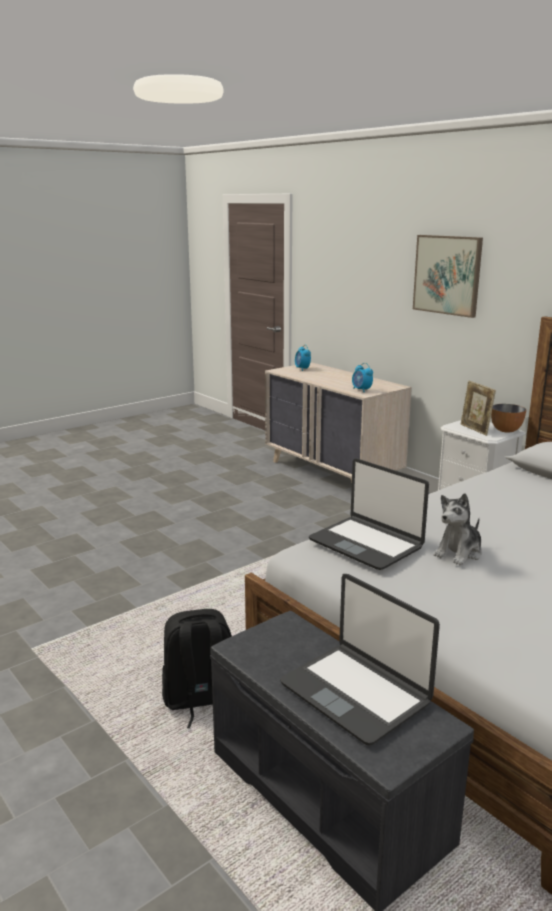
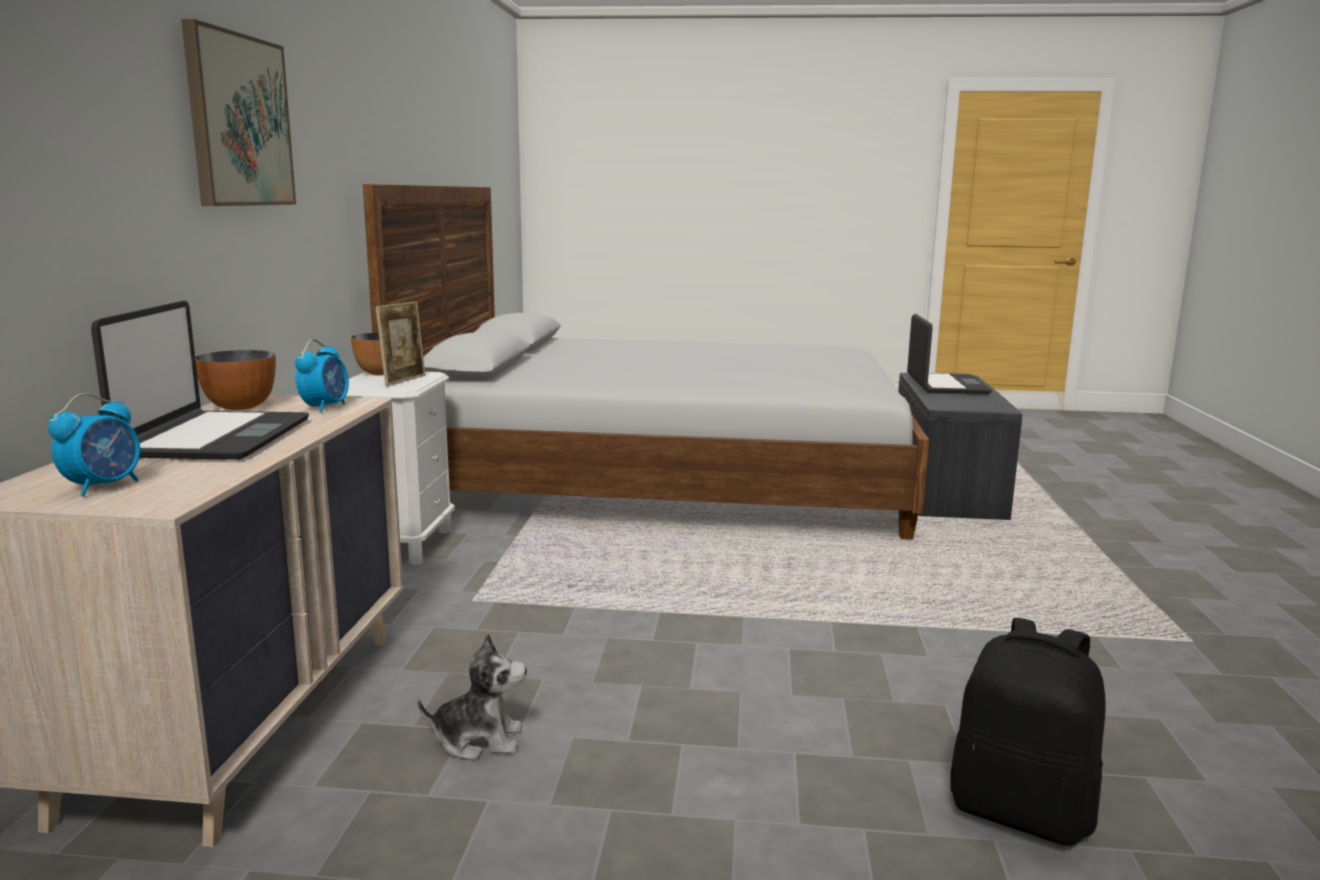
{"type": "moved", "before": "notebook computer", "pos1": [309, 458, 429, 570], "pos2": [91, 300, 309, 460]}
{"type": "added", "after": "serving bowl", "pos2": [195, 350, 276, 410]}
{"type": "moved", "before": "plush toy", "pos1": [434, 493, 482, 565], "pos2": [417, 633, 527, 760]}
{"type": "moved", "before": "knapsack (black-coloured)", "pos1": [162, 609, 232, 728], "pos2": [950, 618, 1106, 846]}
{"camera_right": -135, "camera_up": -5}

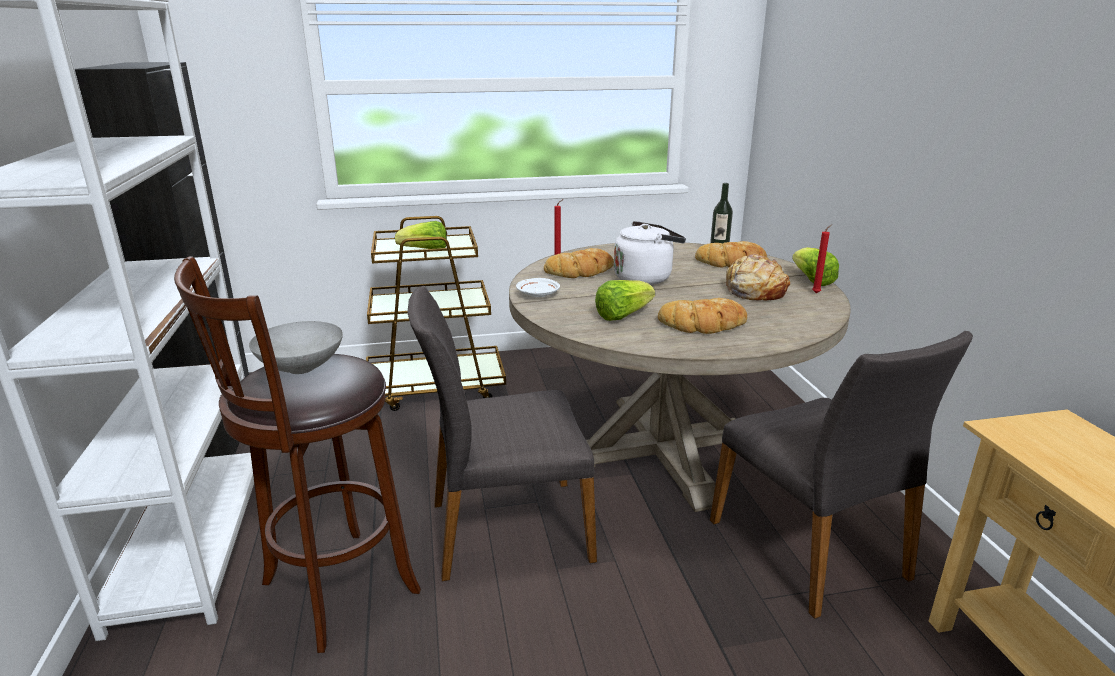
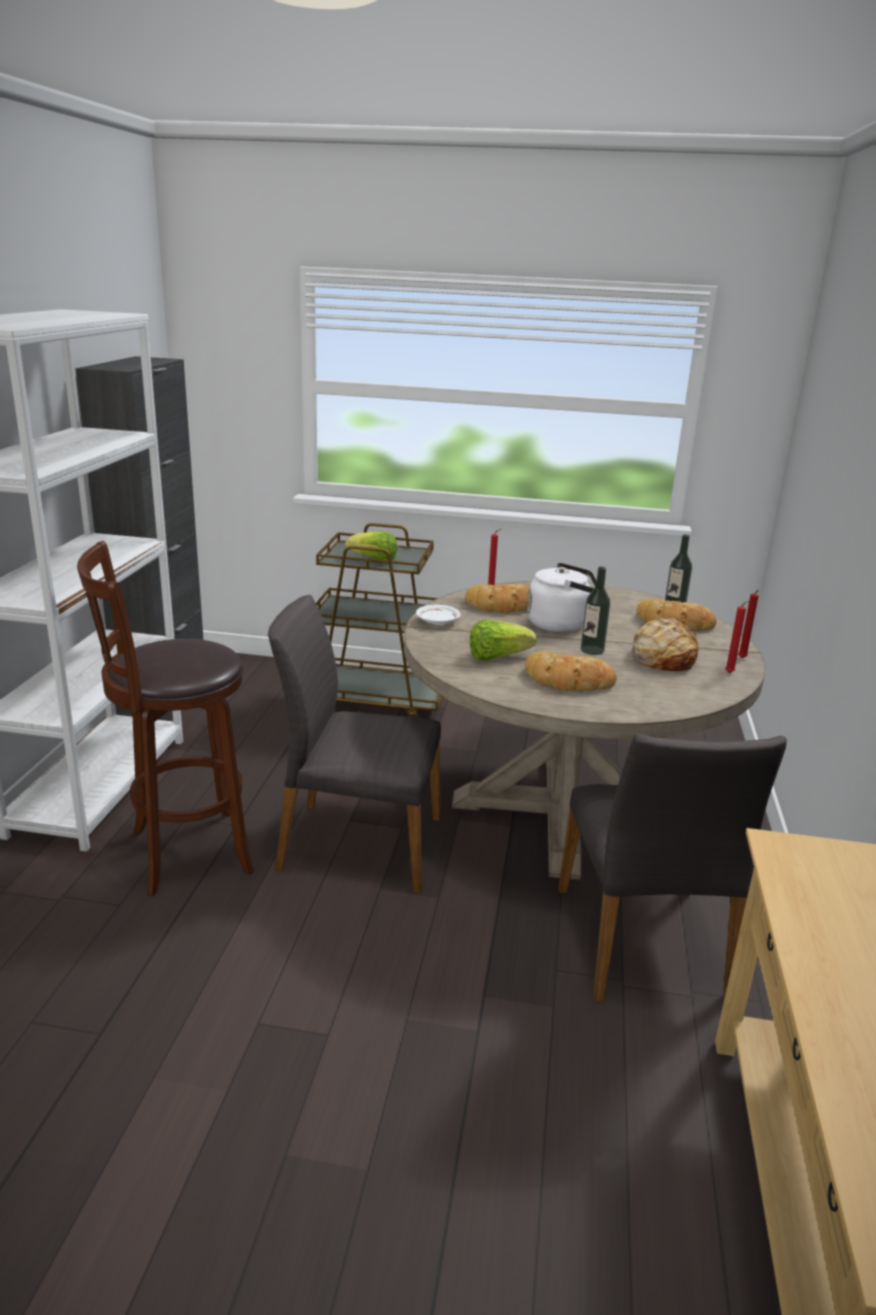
{"type": "added", "after": "drink bottle", "pos2": [581, 567, 610, 655]}
{"type": "replaced", "before": "lettuce", "after": "wax light (reddish)", "pos1": [792, 247, 839, 286], "pos2": [738, 590, 759, 658]}
{"type": "removed", "before": "serving bowl (grey)", "pos1": [249, 321, 343, 374]}
{"camera_right": 20, "camera_up": 0}

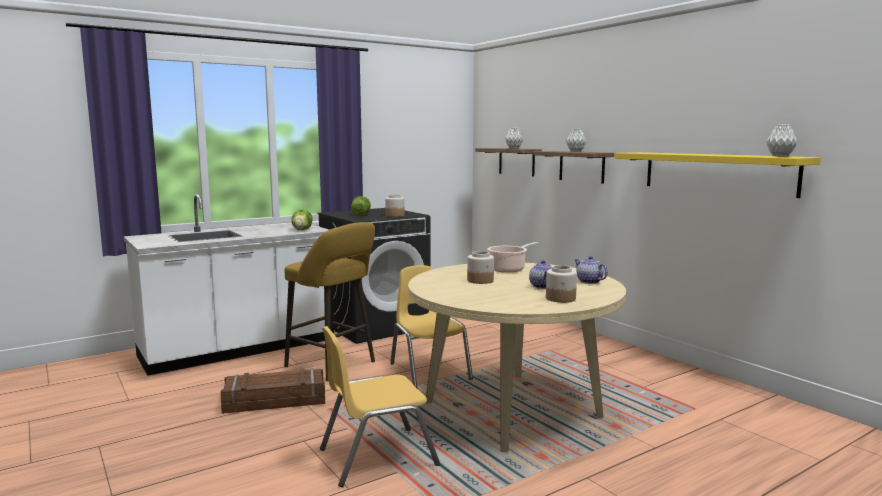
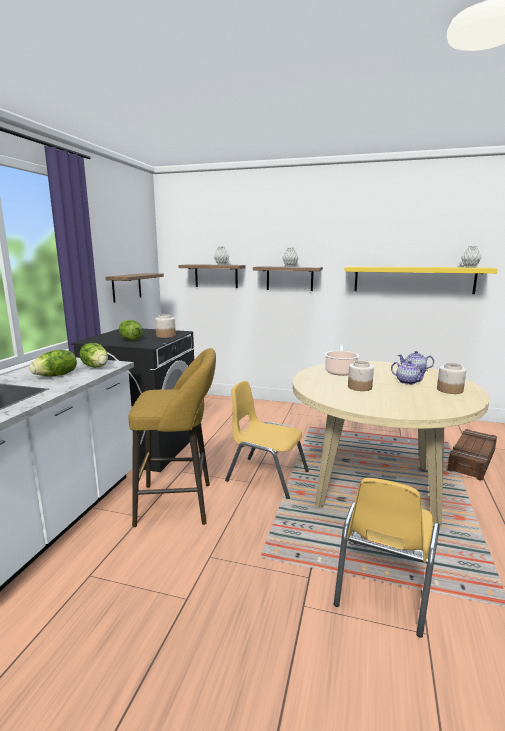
{"type": "added", "after": "lettuce", "pos2": [29, 350, 77, 377]}
{"type": "added", "after": "wall shelf", "pos2": [105, 273, 164, 303]}
{"type": "moved", "before": "packing crate", "pos1": [221, 368, 325, 414], "pos2": [447, 429, 497, 480]}
{"camera_right": -40, "camera_up": 5}

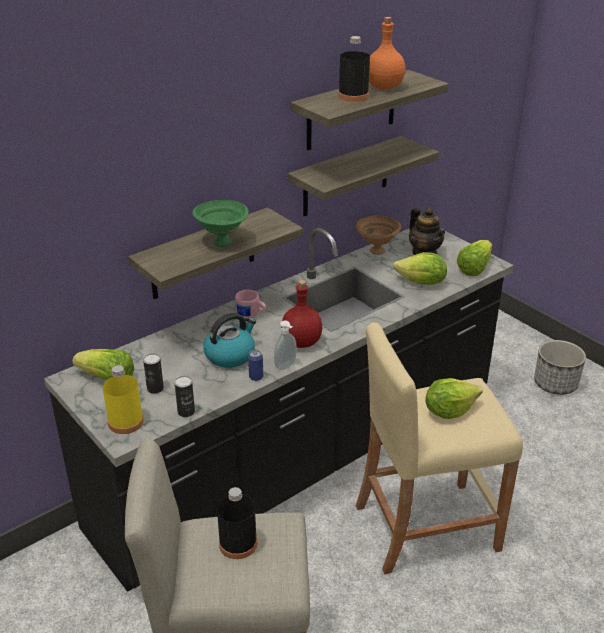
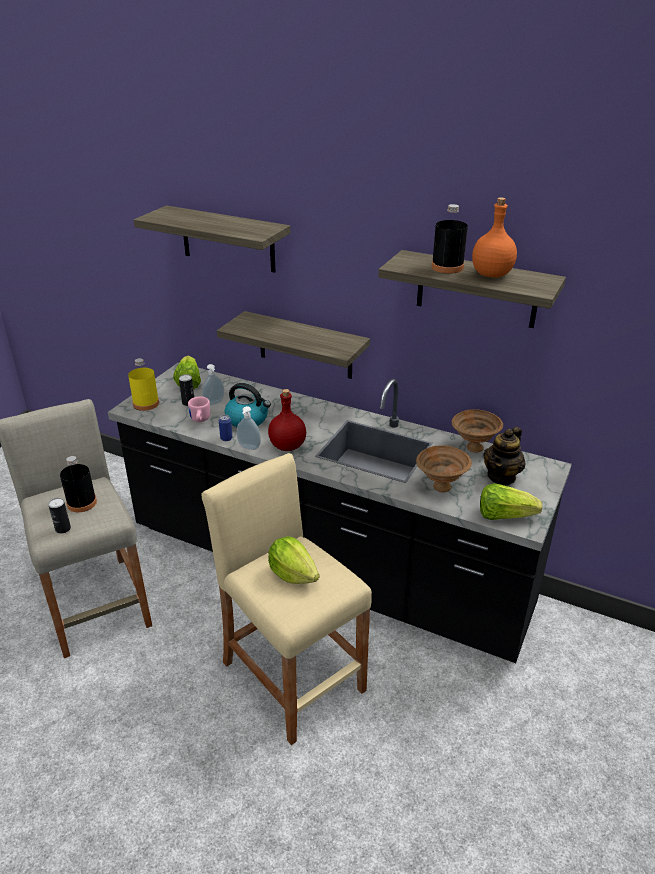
{"type": "moved", "before": "metal can", "pos1": [174, 376, 195, 417], "pos2": [48, 498, 71, 534]}
{"type": "moved", "before": "wall shelf", "pos1": [288, 136, 439, 216], "pos2": [134, 205, 290, 273]}
{"type": "moved", "before": "tea mug (pink-coloured)", "pos1": [235, 290, 266, 318], "pos2": [188, 397, 210, 422]}
{"type": "added", "after": "liquid soap bottle", "pos2": [202, 364, 224, 405]}
{"type": "replaced", "before": "lettuce", "after": "serving bowl (brownish)", "pos1": [393, 252, 447, 285], "pos2": [416, 445, 472, 492]}
{"type": "removed", "before": "serving bowl (greenish)", "pos1": [192, 200, 249, 247]}
{"type": "removed", "before": "flower pot", "pos1": [534, 340, 586, 395]}
{"camera_right": 65, "camera_up": 0}

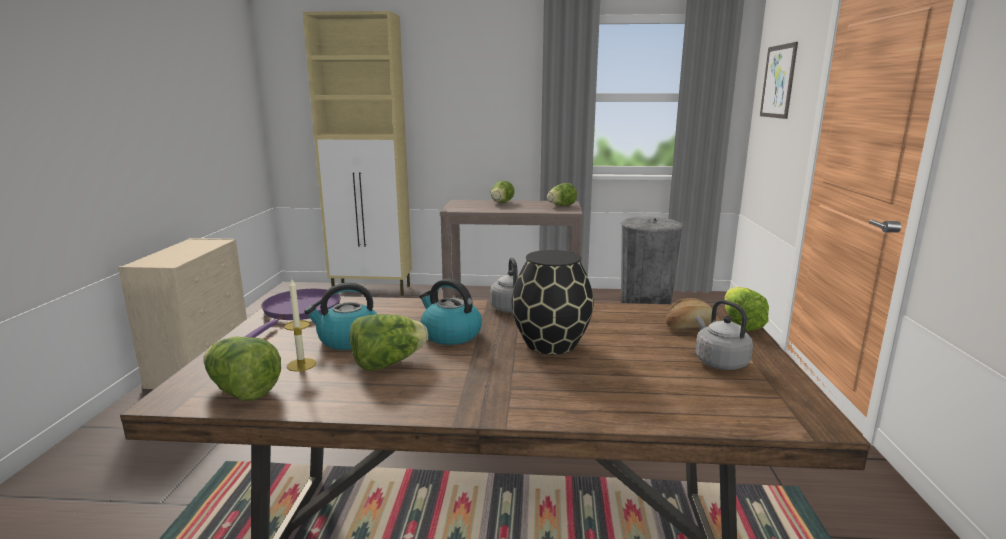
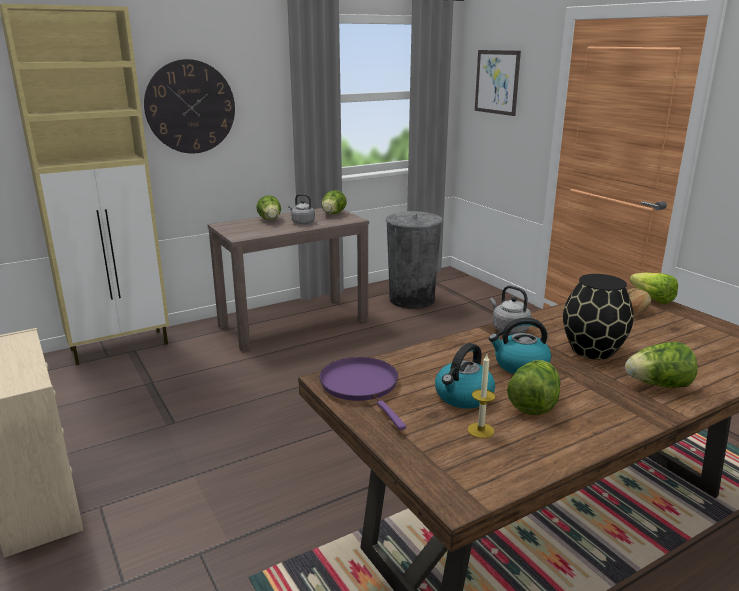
{"type": "added", "after": "hanging clock", "pos2": [144, 59, 235, 154]}
{"type": "moved", "before": "kettle (grey)", "pos1": [696, 300, 753, 370], "pos2": [288, 194, 315, 224]}
{"type": "moved", "before": "lettuce", "pos1": [203, 337, 281, 401], "pos2": [625, 342, 698, 388]}
{"camera_right": -35, "camera_up": 5}

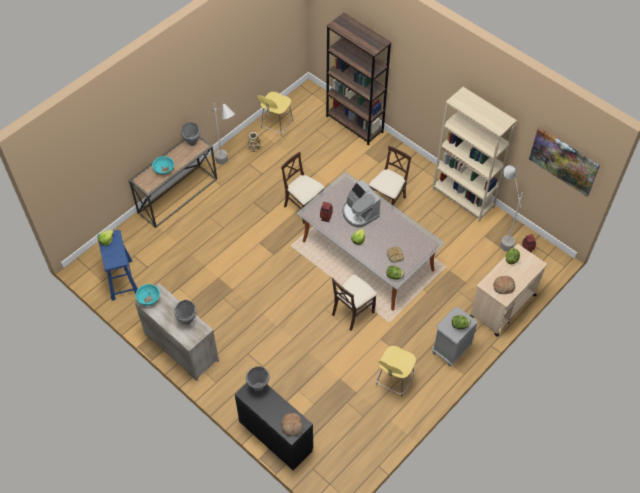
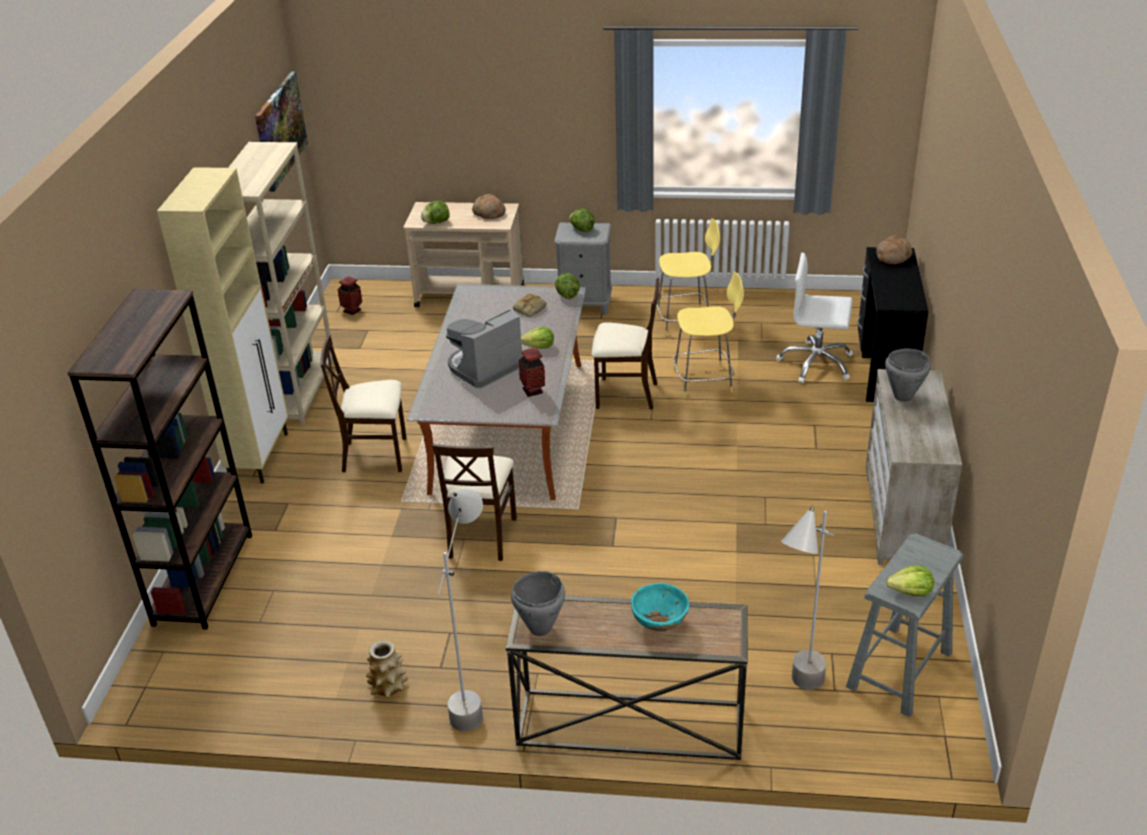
{"type": "added", "after": "storage cabinet (sand-coloured)", "pos2": [157, 167, 288, 484]}
{"type": "turned", "before": "coffee machine", "pos1": [342, 180, 381, 227], "pos2": [446, 310, 523, 388], "turn": -150}
{"type": "moved", "before": "sitting stool (yellowish)", "pos1": [257, 92, 294, 139], "pos2": [673, 272, 744, 398]}
{"type": "added", "after": "desk chair (whitish)", "pos2": [776, 253, 853, 383]}
{"type": "moved", "before": "standard lamp (grey)", "pos1": [500, 165, 524, 251], "pos2": [781, 506, 834, 690]}
{"type": "recoloured", "before": "sitting stool (blue-coloured)", "after": "sitting stool (grey)", "pos1": [97, 230, 138, 301], "pos2": [846, 533, 963, 717]}
{"type": "removed", "before": "serving bowl (turquoise)", "pos1": [136, 284, 160, 306]}
{"type": "removed", "before": "saucepot (grey)", "pos1": [246, 366, 269, 391]}
{"camera_right": -125, "camera_up": -20}

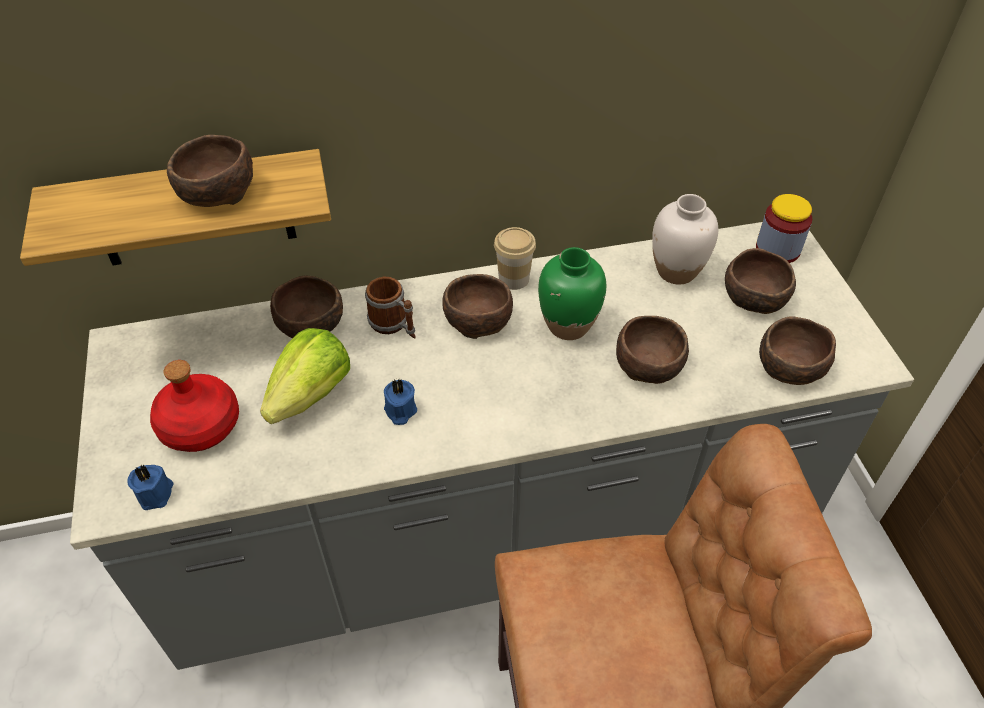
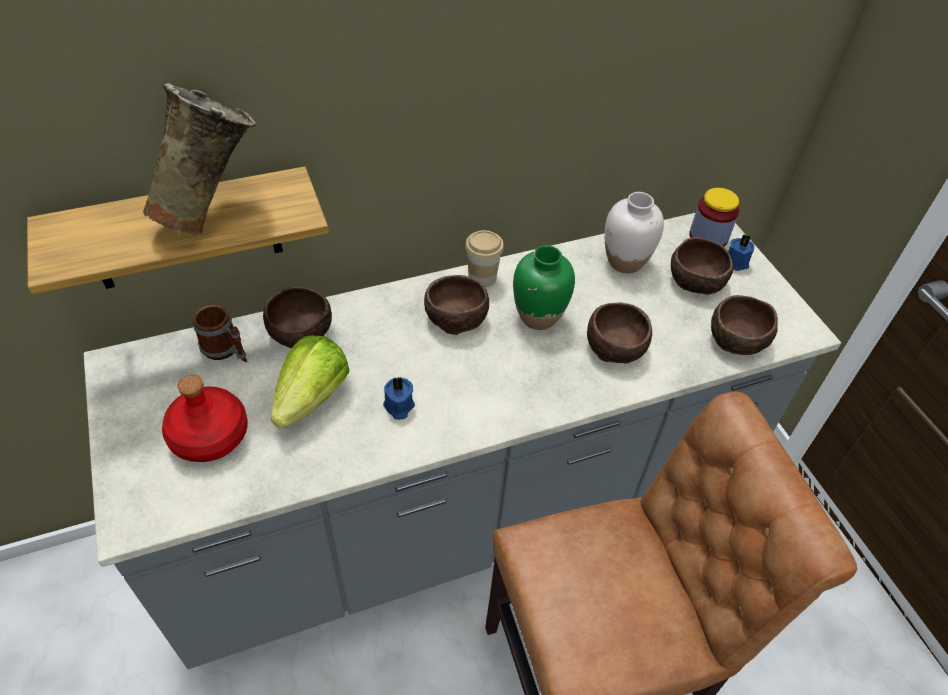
{"type": "replaced", "before": "serving bowl (brownish)", "after": "vase (sand-coloured)", "pos1": [167, 135, 253, 207], "pos2": [143, 83, 257, 235]}
{"type": "moved", "before": "tea mug", "pos1": [365, 277, 416, 338], "pos2": [192, 305, 247, 362]}
{"type": "moved", "before": "wax light (blue-coloured)", "pos1": [127, 465, 174, 510], "pos2": [728, 235, 754, 271]}
{"camera_right": -10, "camera_up": 0}

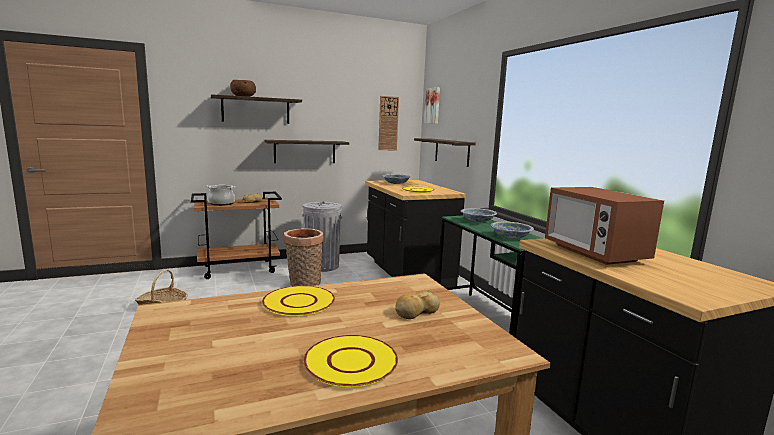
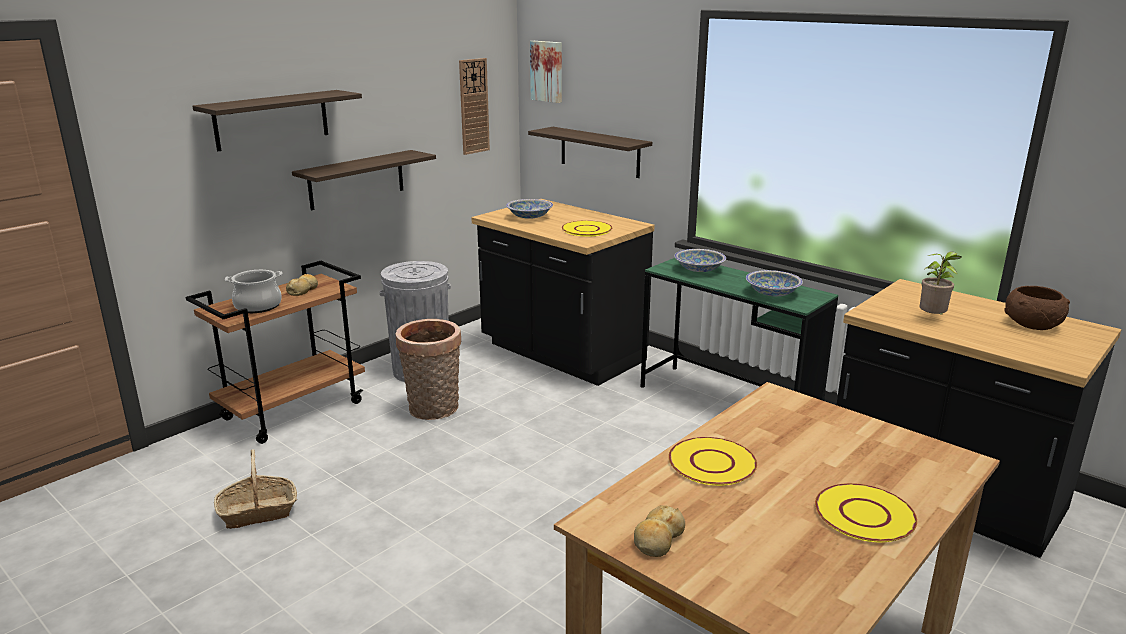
{"type": "moved", "before": "baked bread", "pos1": [395, 290, 440, 319], "pos2": [634, 505, 685, 557]}
{"type": "replaced", "before": "microwave oven", "after": "plant in a pot", "pos1": [545, 187, 664, 265], "pos2": [920, 252, 961, 315]}
{"type": "moved", "before": "serving bowl (brownish)", "pos1": [230, 80, 256, 97], "pos2": [1004, 286, 1070, 330]}
{"camera_right": -25, "camera_up": 10}

